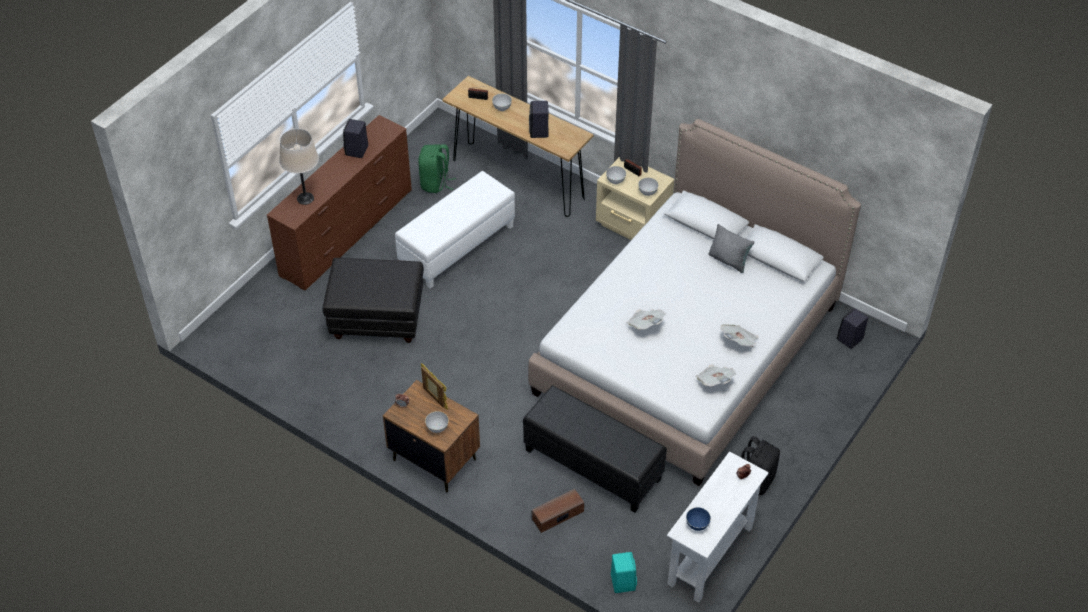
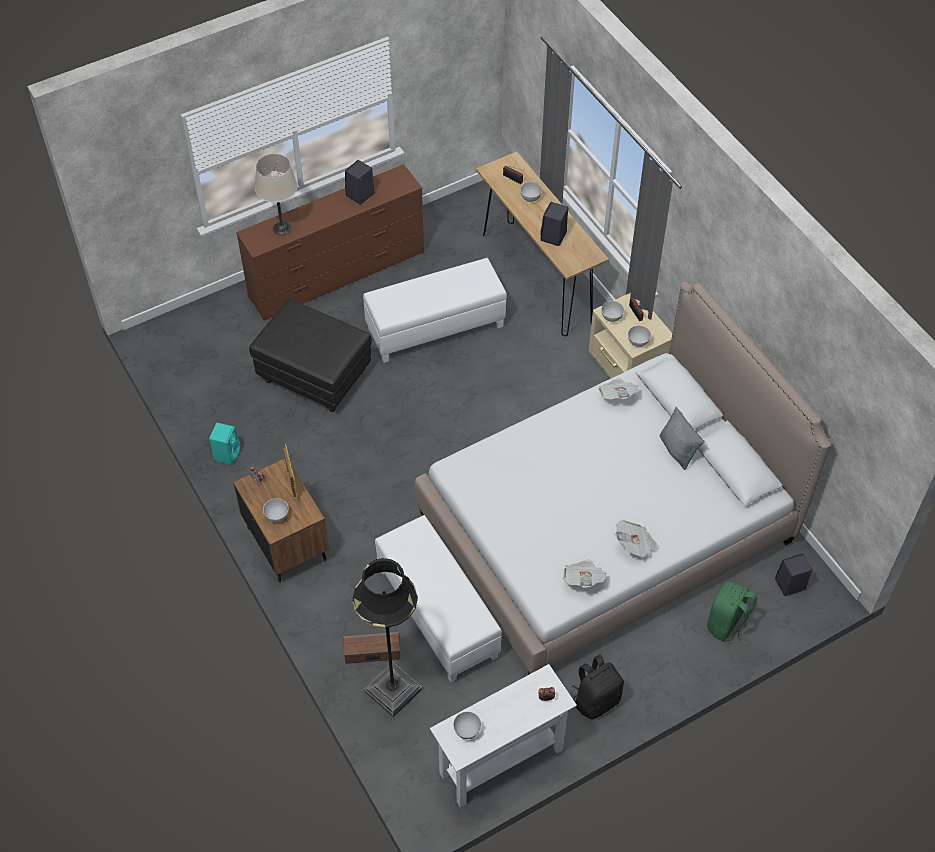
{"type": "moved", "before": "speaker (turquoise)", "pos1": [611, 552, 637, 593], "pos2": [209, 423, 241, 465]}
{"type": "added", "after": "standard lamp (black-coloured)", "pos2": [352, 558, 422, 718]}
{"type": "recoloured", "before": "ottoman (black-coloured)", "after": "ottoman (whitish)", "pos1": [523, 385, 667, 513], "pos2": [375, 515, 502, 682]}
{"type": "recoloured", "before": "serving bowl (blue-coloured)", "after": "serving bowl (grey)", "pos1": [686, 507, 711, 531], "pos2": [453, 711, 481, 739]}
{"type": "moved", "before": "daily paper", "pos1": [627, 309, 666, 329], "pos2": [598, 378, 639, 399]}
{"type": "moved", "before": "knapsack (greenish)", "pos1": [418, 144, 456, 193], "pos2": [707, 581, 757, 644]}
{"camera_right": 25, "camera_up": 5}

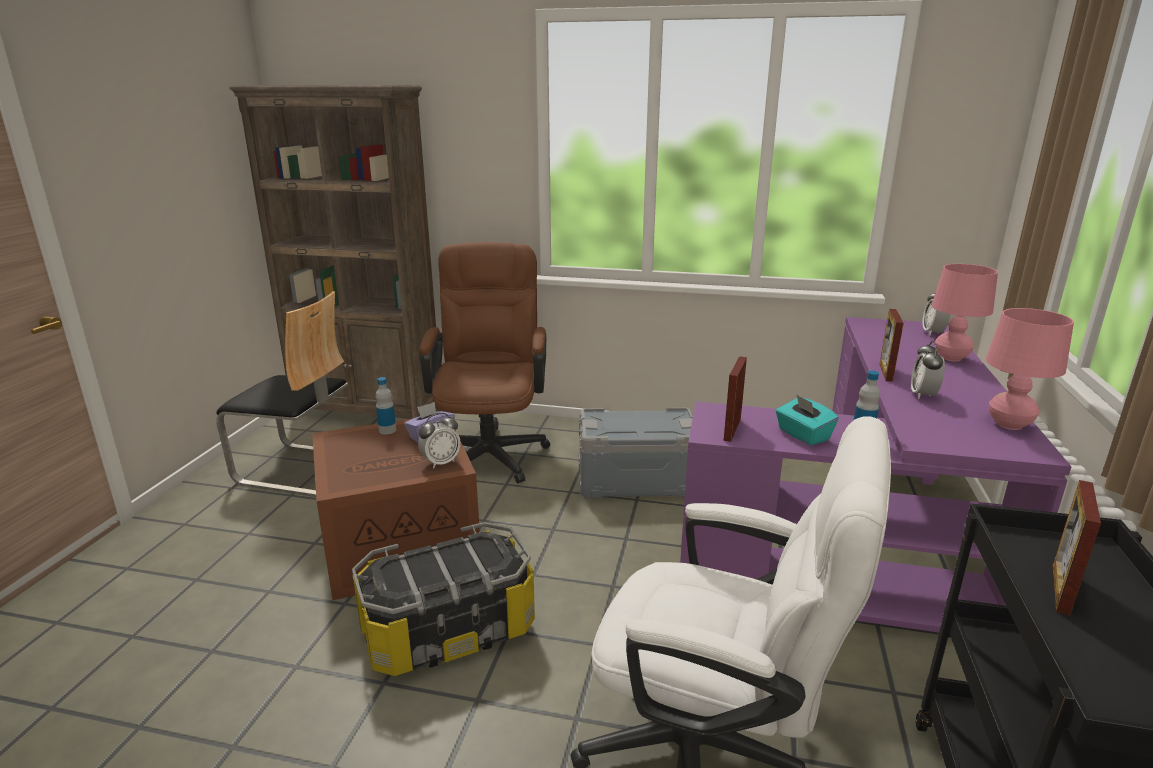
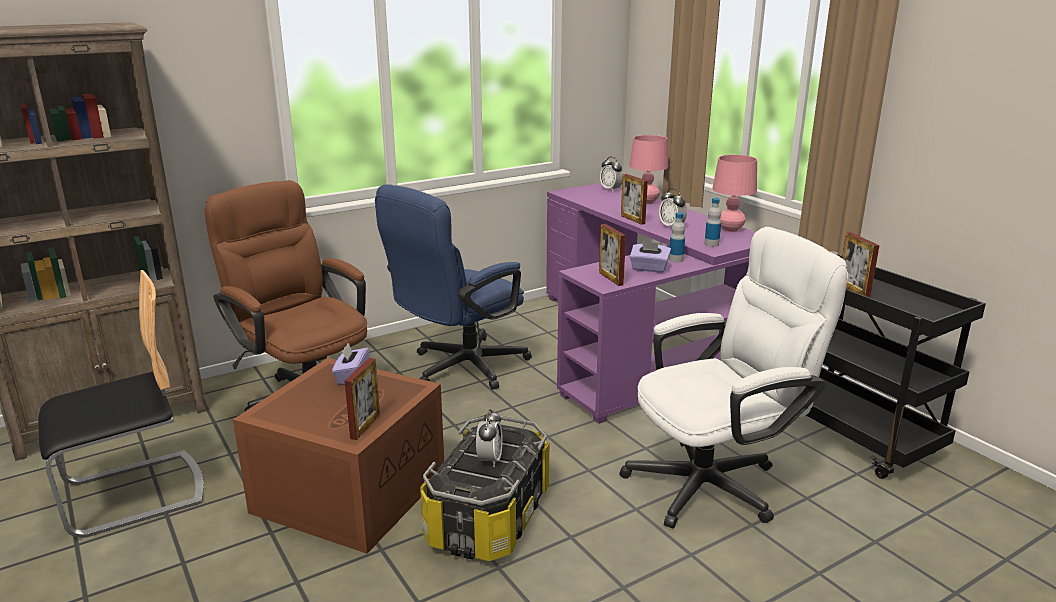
{"type": "added", "after": "picture frame", "pos2": [345, 358, 380, 440]}
{"type": "replaced", "before": "storage container (grey)", "after": "desk chair (blue-coloured)", "pos1": [578, 408, 693, 499], "pos2": [375, 184, 532, 390]}
{"type": "moved", "before": "bedside clock", "pos1": [418, 413, 461, 469], "pos2": [476, 409, 503, 467]}
{"type": "recoloured", "before": "tissue holder (turquoise)", "after": "tissue holder (purple)", "pos1": [776, 394, 839, 446], "pos2": [630, 241, 671, 273]}
{"type": "moved", "before": "drink bottle", "pos1": [376, 377, 396, 434], "pos2": [705, 198, 721, 247]}
{"camera_right": -45, "camera_up": 0}

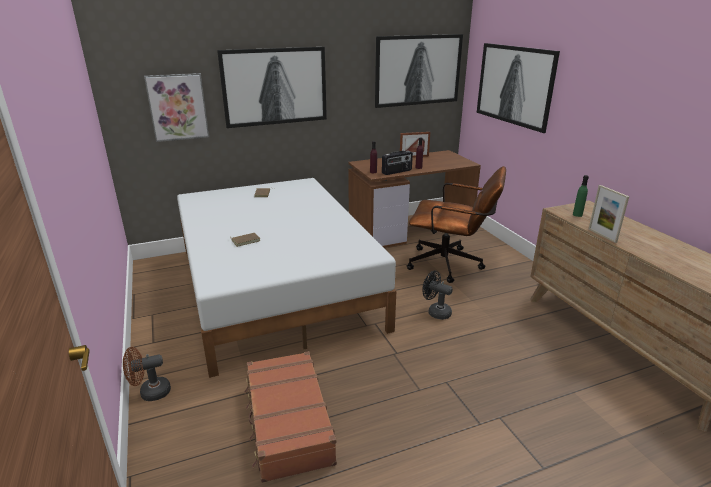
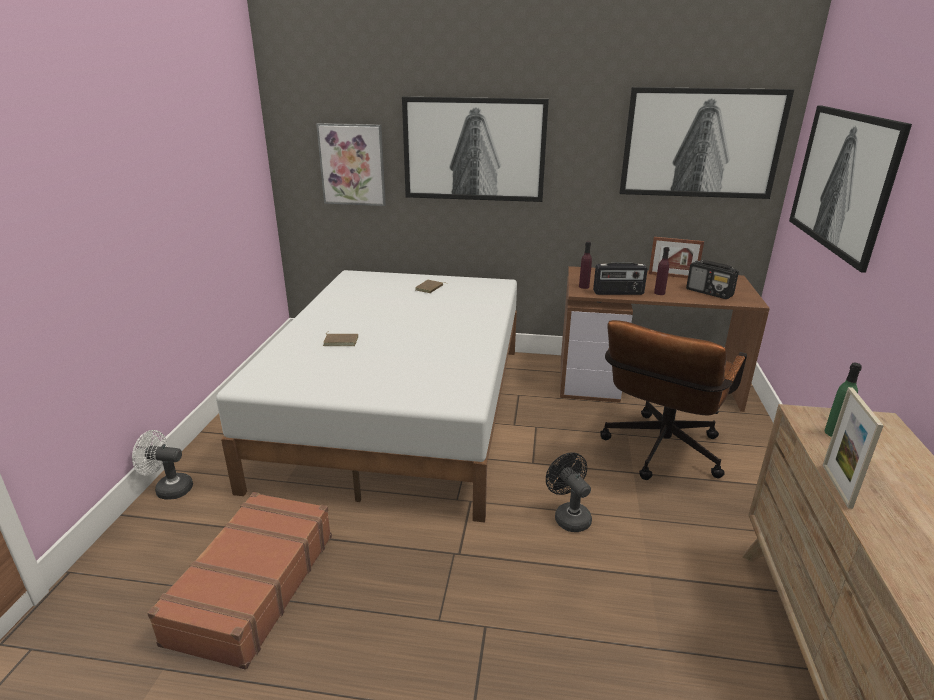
{"type": "recoloured", "before": "electric fan (brownish)", "after": "electric fan (whitish)", "pos1": [123, 347, 171, 401], "pos2": [132, 430, 193, 500]}
{"type": "turned", "before": "desk chair (brownish)", "pos1": [407, 166, 506, 283], "pos2": [600, 320, 747, 480], "turn": 75}
{"type": "added", "after": "radio set", "pos2": [686, 260, 739, 299]}
{"camera_right": 30, "camera_up": 0}

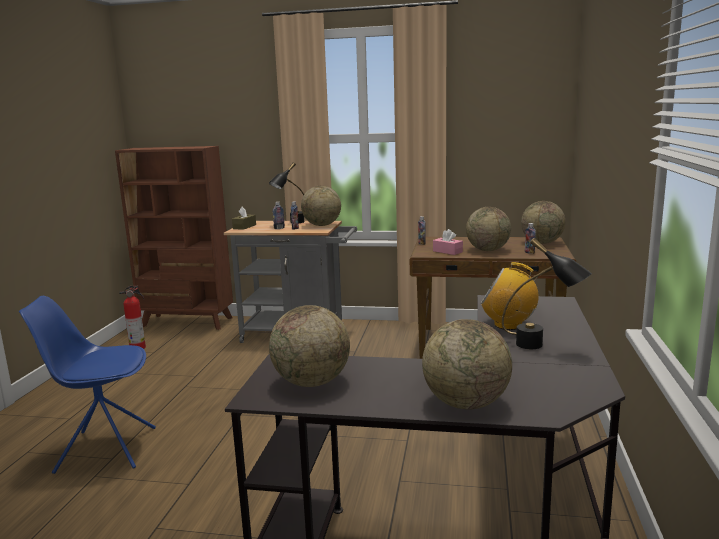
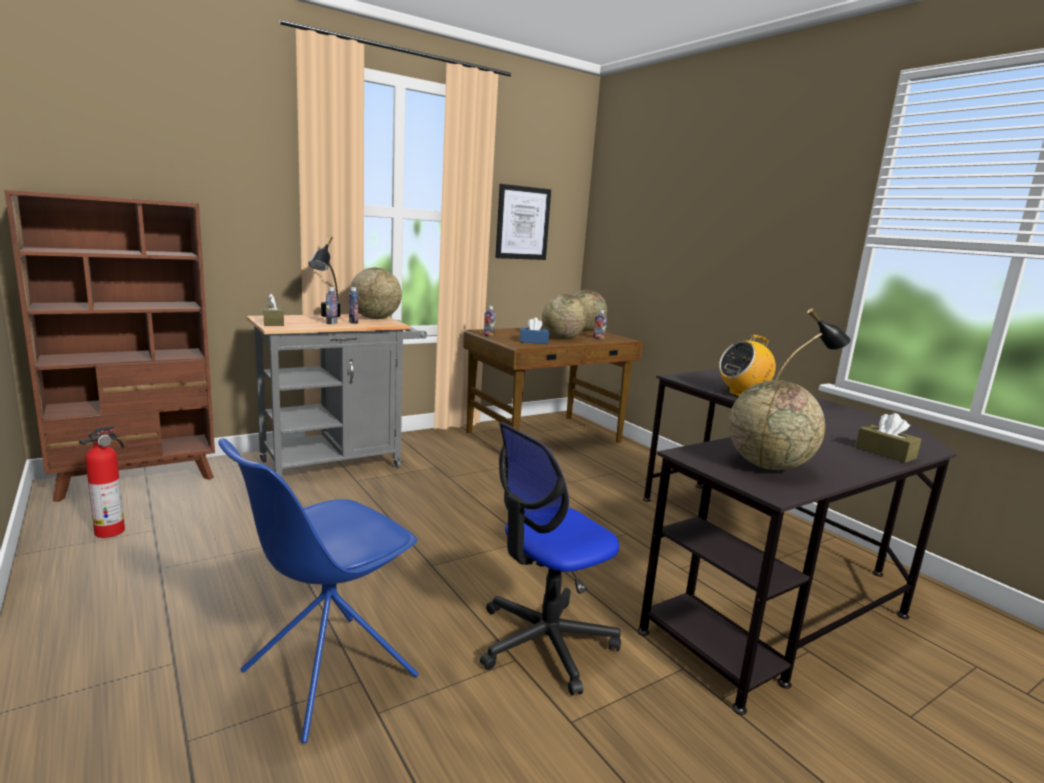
{"type": "added", "after": "desk chair", "pos2": [480, 422, 621, 696]}
{"type": "added", "after": "wall art", "pos2": [495, 184, 551, 260]}
{"type": "recoloured", "before": "tissue holder (pink-coloured)", "after": "tissue holder (blue-coloured)", "pos1": [433, 229, 463, 255], "pos2": [520, 318, 549, 344]}
{"type": "replaced", "before": "globe", "after": "tissue holder (brownish)", "pos1": [422, 319, 512, 410], "pos2": [855, 413, 921, 463]}
{"camera_right": -45, "camera_up": 0}

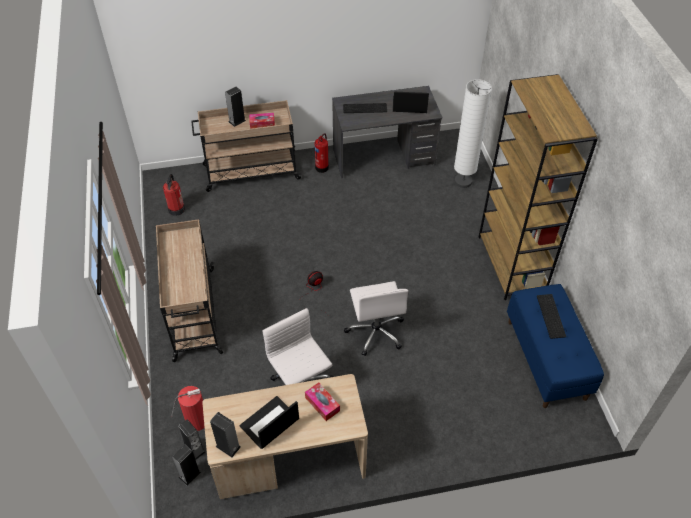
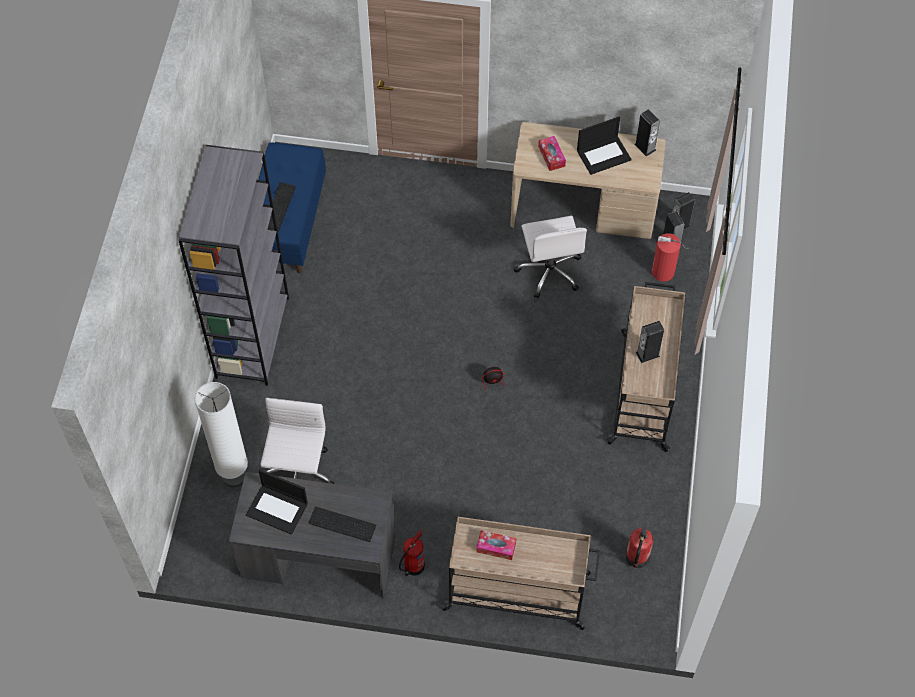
{"type": "recoloured", "before": "shelving unit (brownish)", "after": "shelving unit (grey)", "pos1": [479, 74, 598, 300], "pos2": [178, 145, 289, 386]}
{"type": "moved", "before": "desk chair (whitish)", "pos1": [344, 281, 409, 356], "pos2": [260, 398, 335, 484]}
{"type": "moved", "before": "speaker", "pos1": [225, 87, 246, 127], "pos2": [636, 321, 664, 363]}
{"camera_right": -160, "camera_up": 10}

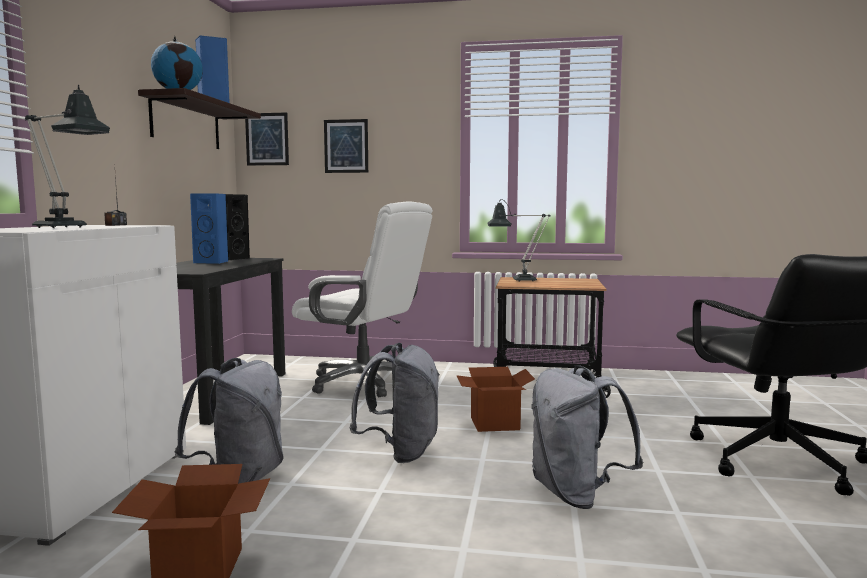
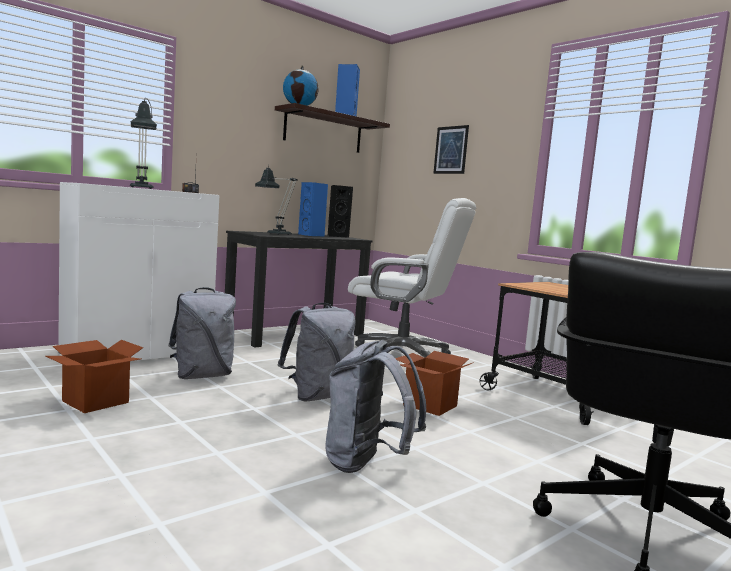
{"type": "moved", "before": "lamp for a table", "pos1": [487, 199, 551, 282], "pos2": [255, 165, 298, 235]}
{"type": "turned", "before": "desk chair (whitish)", "pos1": [292, 201, 433, 397], "pos2": [348, 198, 476, 358], "turn": -45}
{"type": "removed", "before": "wall art", "pos1": [245, 112, 289, 166]}
{"camera_right": 40, "camera_up": 0}

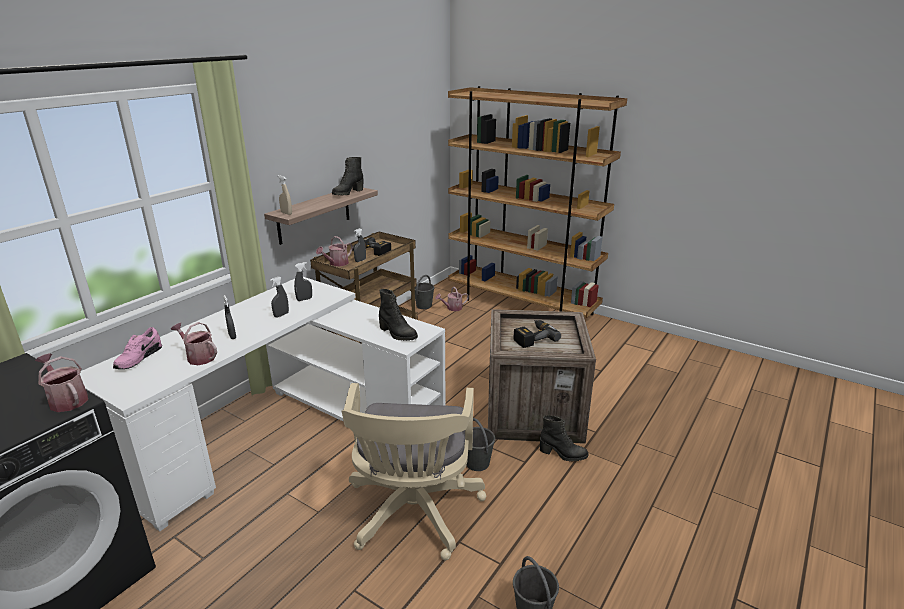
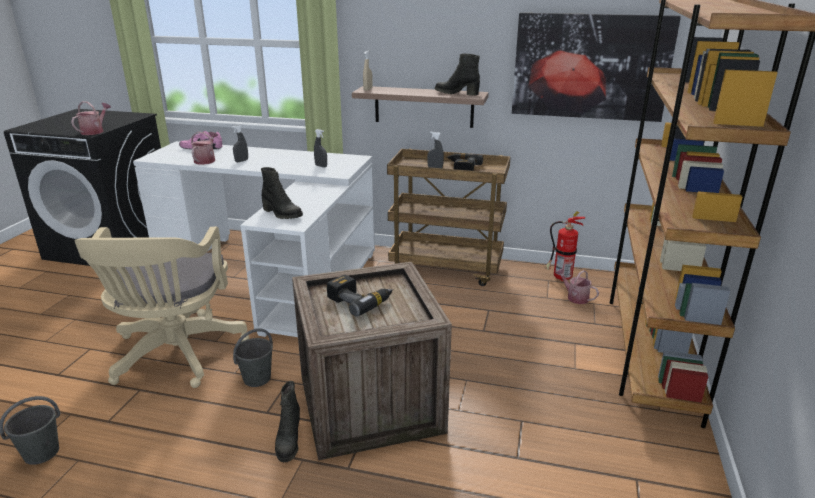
{"type": "turned", "before": "desk chair (sand-coloured)", "pos1": [342, 383, 486, 560], "pos2": [75, 227, 249, 388], "turn": -75}
{"type": "turned", "before": "high-top boot (black-coloured)", "pos1": [379, 289, 418, 341], "pos2": [261, 167, 303, 219], "turn": -75}
{"type": "added", "after": "wall art", "pos2": [512, 13, 681, 122]}
{"type": "replaced", "before": "pail (grey)", "after": "fire-fighting cylinder", "pos1": [415, 275, 435, 309], "pos2": [545, 211, 586, 281]}
{"type": "removed", "before": "spray bottle (grey)", "pos1": [270, 276, 289, 318]}
{"type": "removed", "before": "watering can", "pos1": [316, 236, 353, 266]}
{"camera_right": 70, "camera_up": 0}

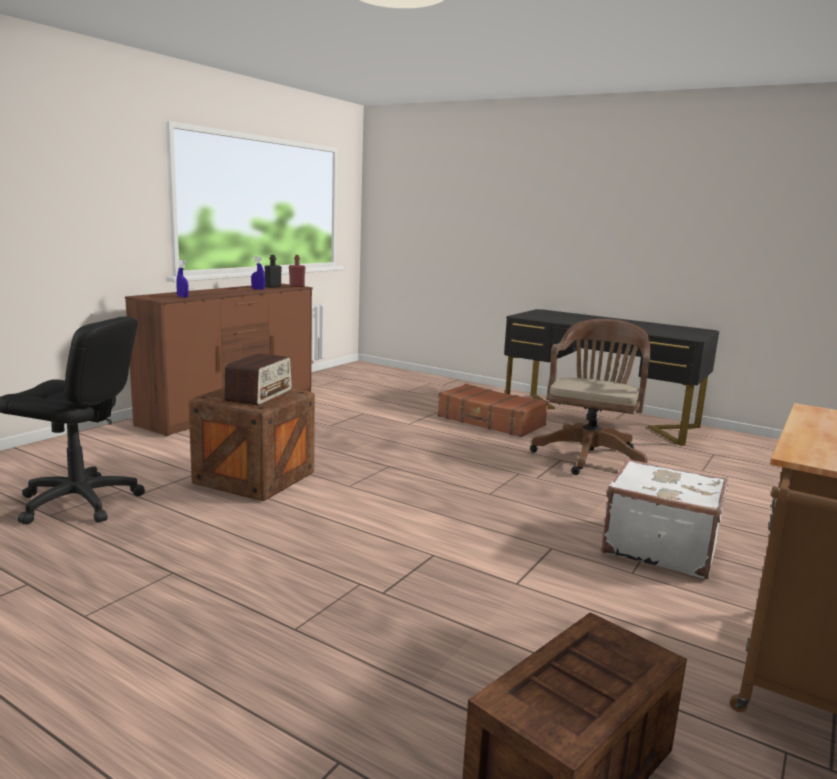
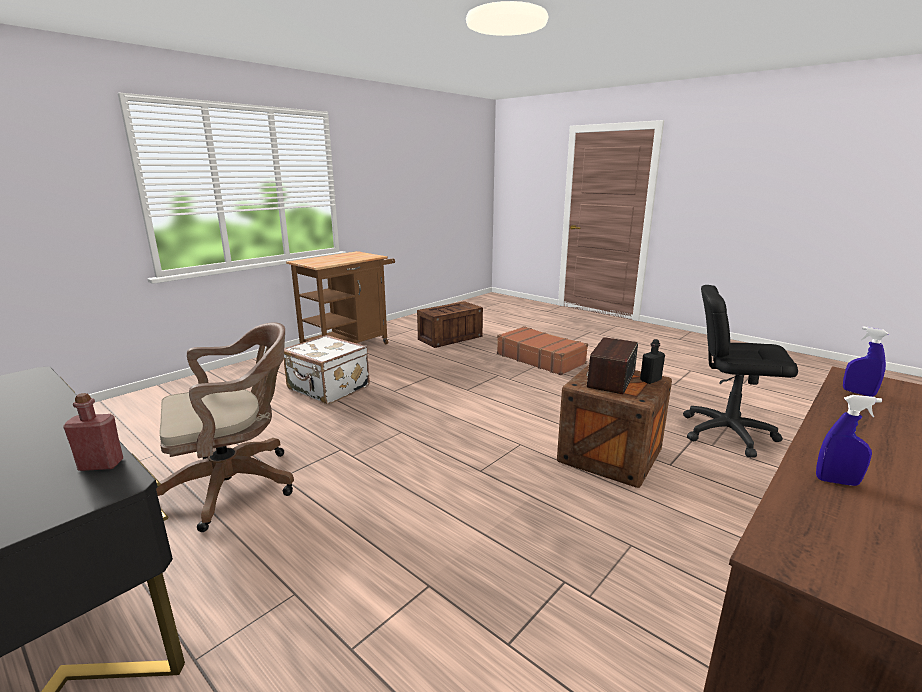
{"type": "moved", "before": "drink bottle (reddish)", "pos1": [289, 255, 306, 287], "pos2": [63, 393, 123, 471]}
{"type": "turned", "before": "desk chair (brownish)", "pos1": [530, 319, 650, 475], "pos2": [156, 322, 294, 532], "turn": -150}
{"type": "moved", "before": "suitcase (brownish)", "pos1": [437, 384, 548, 437], "pos2": [497, 326, 588, 375]}
{"type": "moved", "before": "drink bottle (black-coloured)", "pos1": [265, 255, 282, 288], "pos2": [640, 339, 665, 384]}
{"camera_right": -170, "camera_up": 5}

